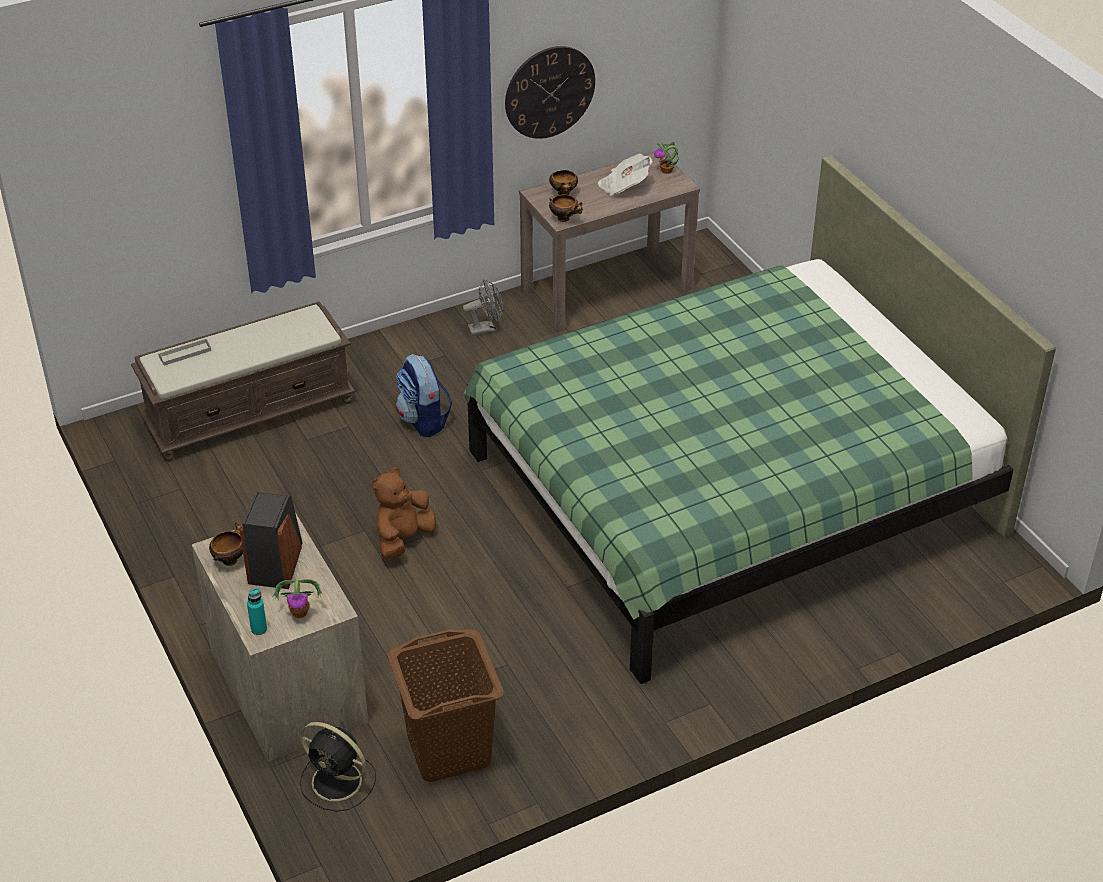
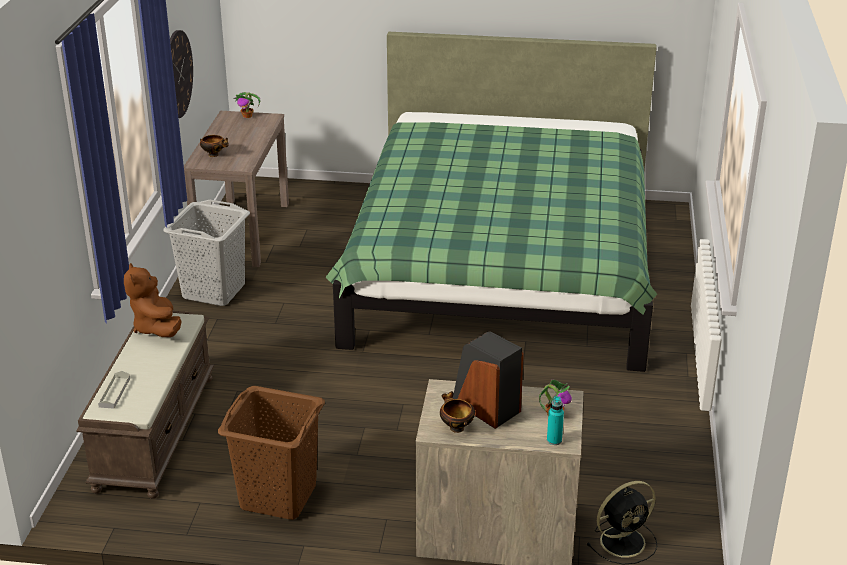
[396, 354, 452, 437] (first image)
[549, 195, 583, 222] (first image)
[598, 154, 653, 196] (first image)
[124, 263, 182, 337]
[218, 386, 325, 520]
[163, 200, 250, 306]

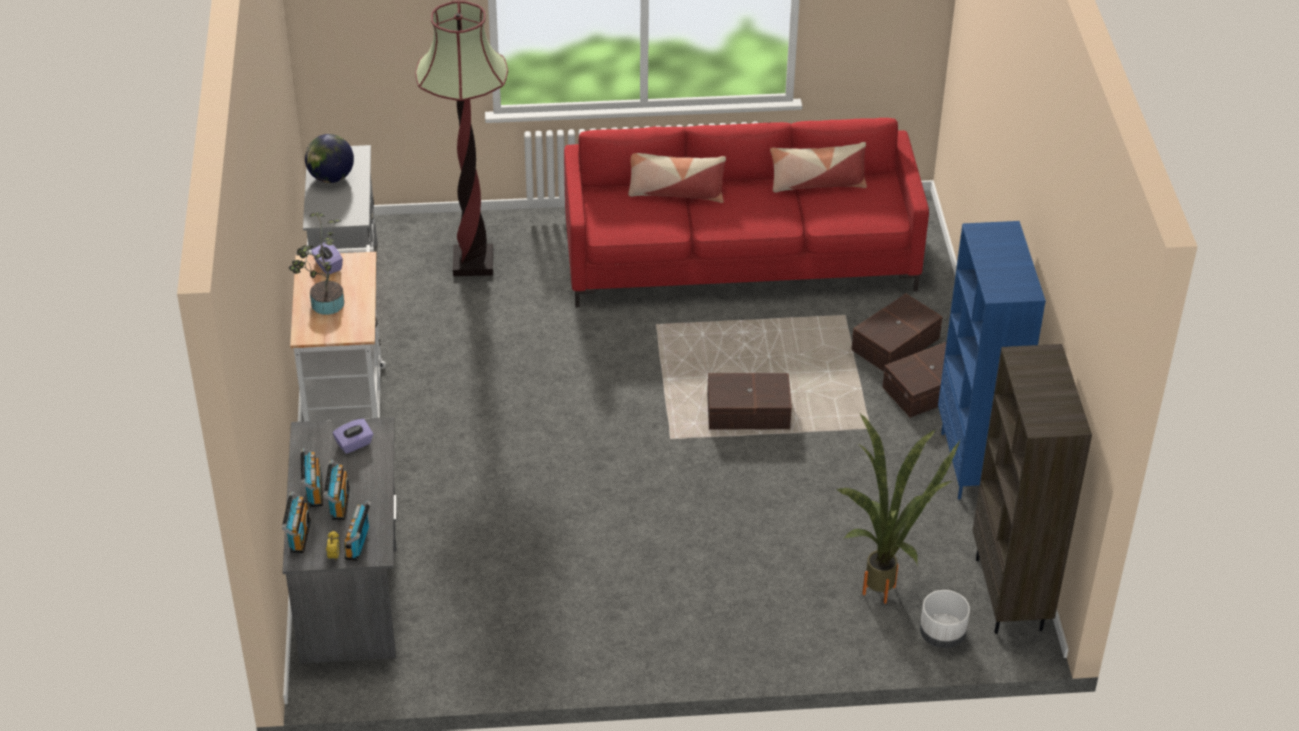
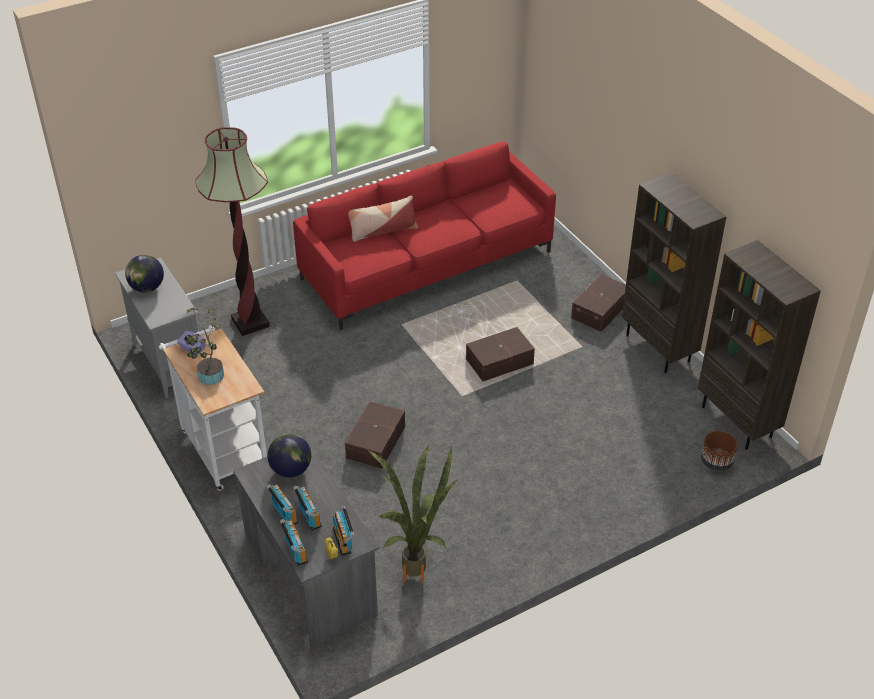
[770, 142, 867, 193] (first image)
[369, 444, 457, 583]
[345, 401, 405, 469]
[268, 434, 311, 478]
[701, 431, 738, 471]
[622, 173, 726, 373]

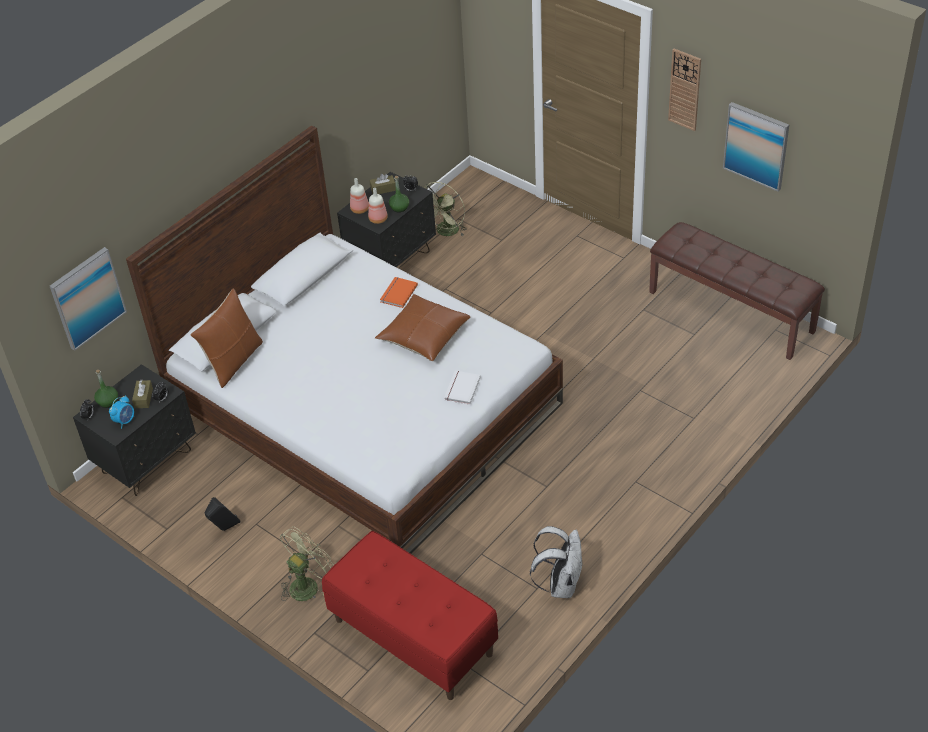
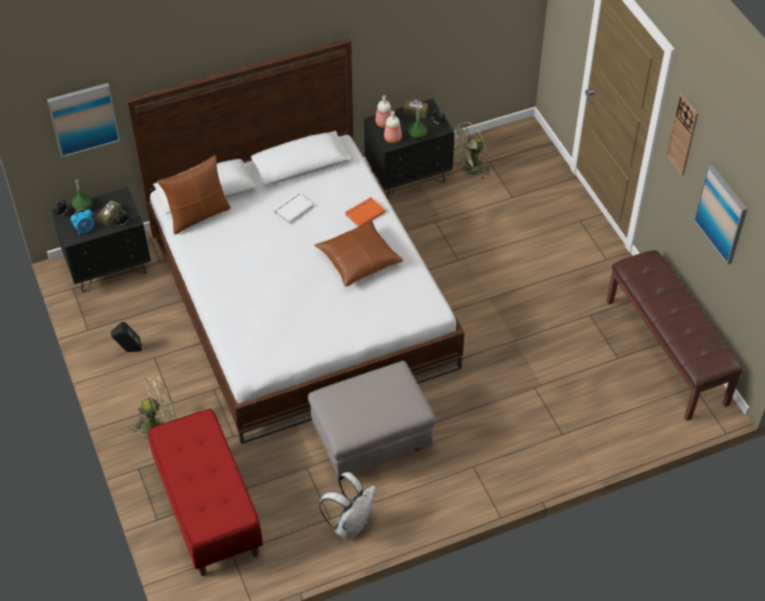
[308, 361, 436, 477]
[273, 192, 314, 224]

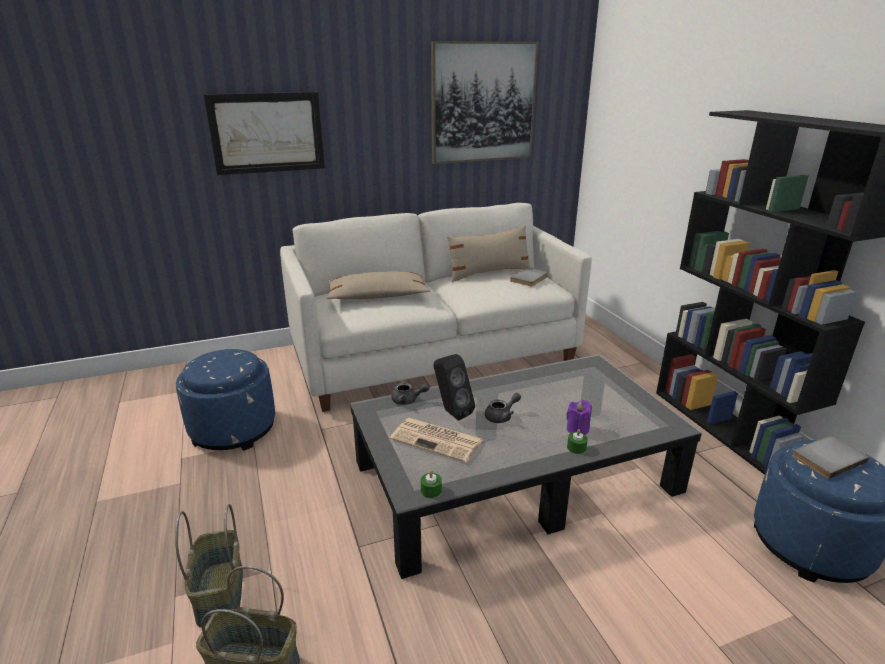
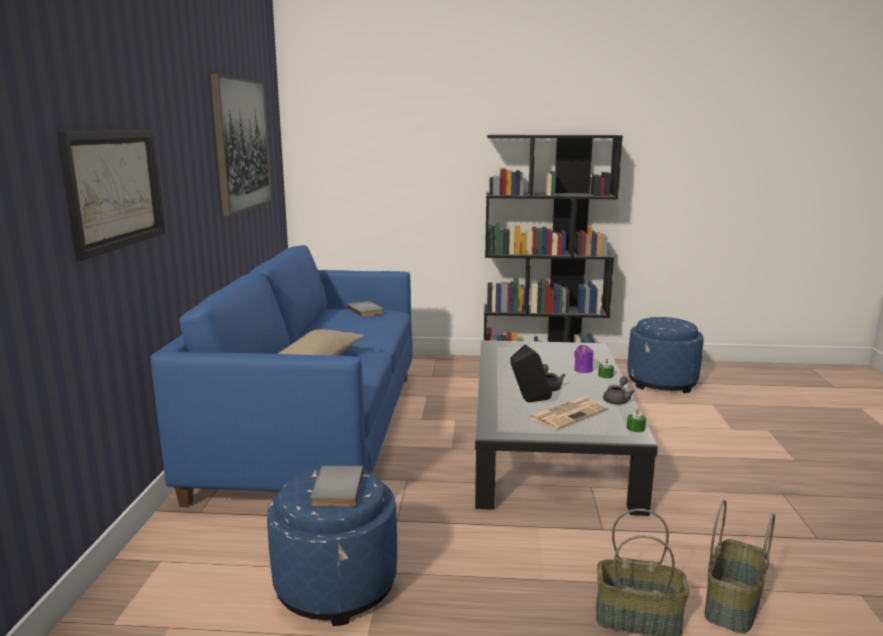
[447, 225, 531, 282] (first image)
[603, 376, 635, 404]
[310, 466, 364, 506]
[151, 245, 413, 507]

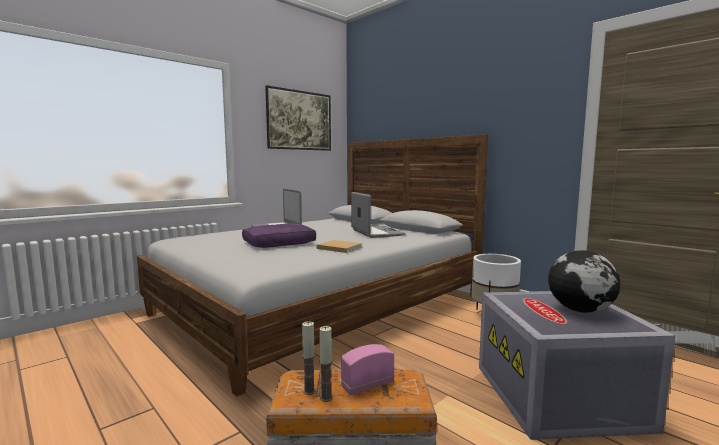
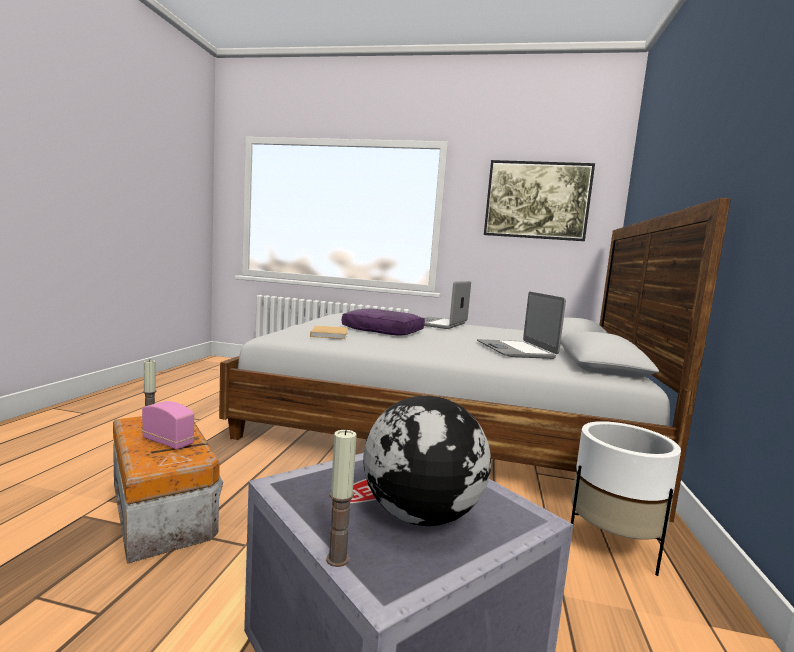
[310, 325, 348, 339]
[326, 429, 357, 567]
[477, 292, 566, 359]

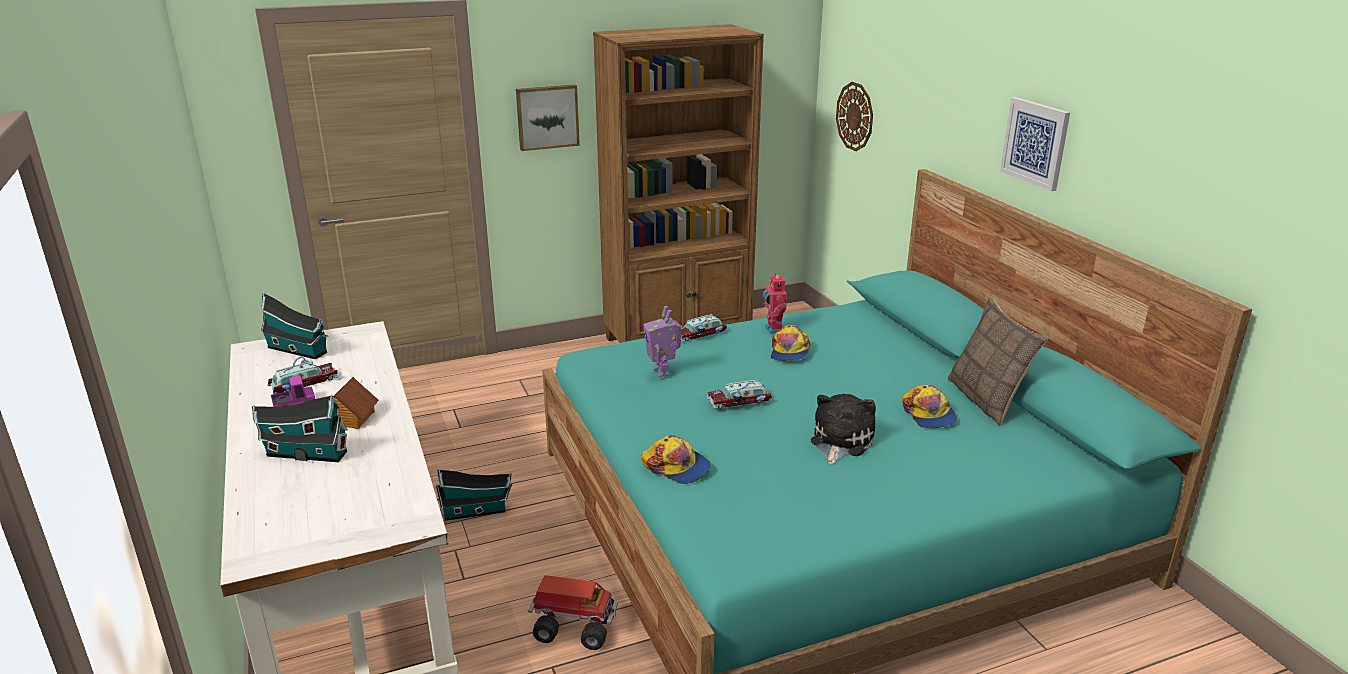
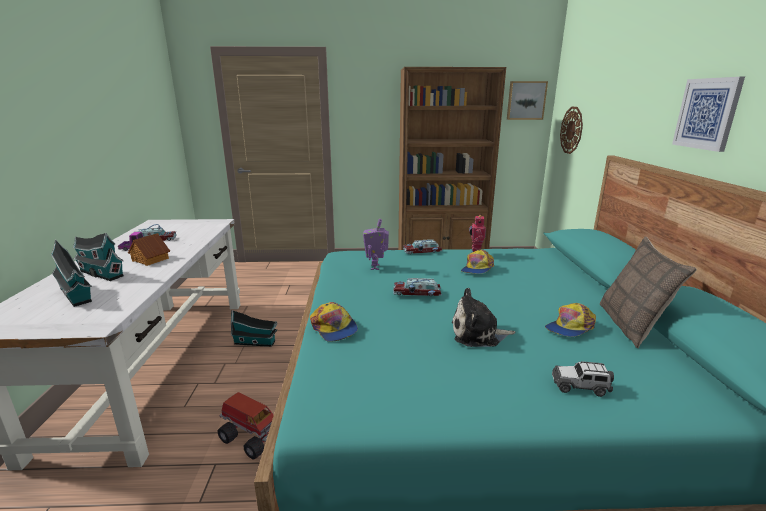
[552, 361, 614, 397]
[51, 239, 92, 307]
[507, 81, 548, 120]
[452, 288, 515, 347]
[545, 303, 596, 337]

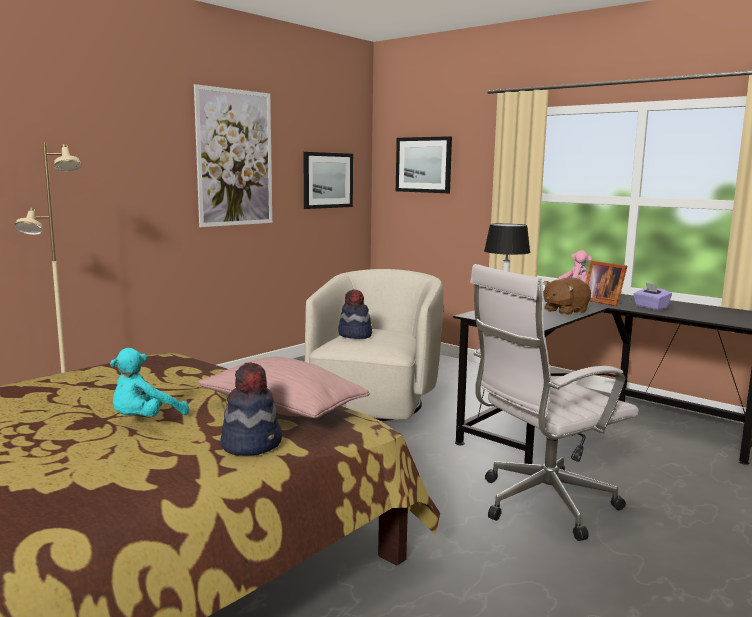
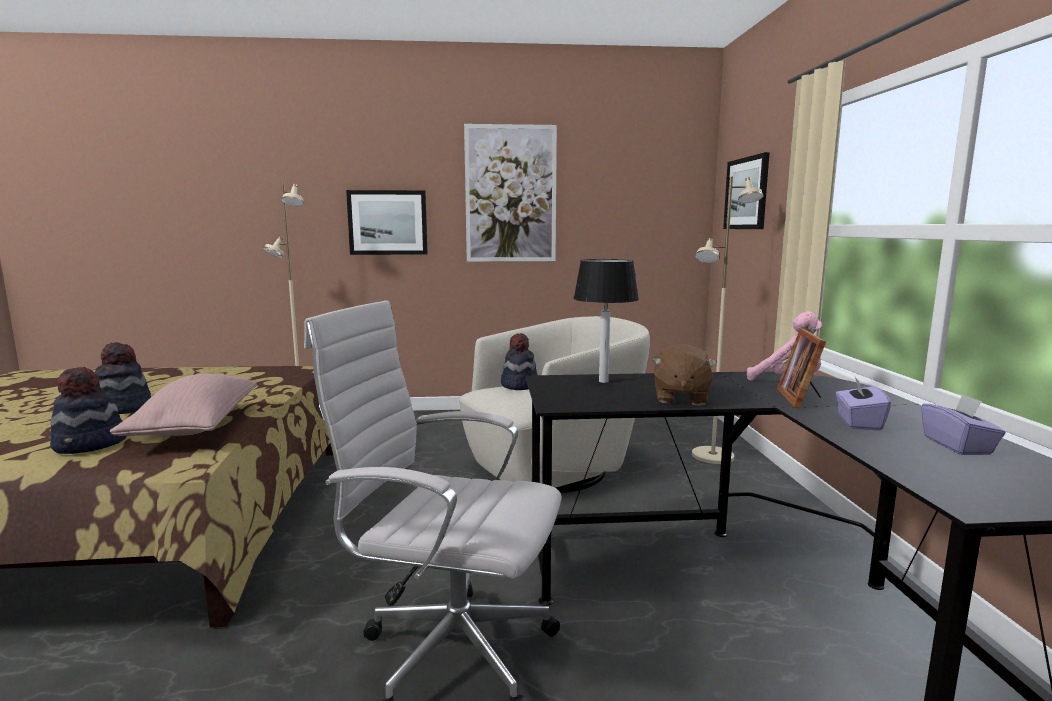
[692, 177, 764, 464]
[921, 394, 1006, 455]
[346, 190, 427, 255]
[95, 342, 151, 414]
[652, 344, 718, 406]

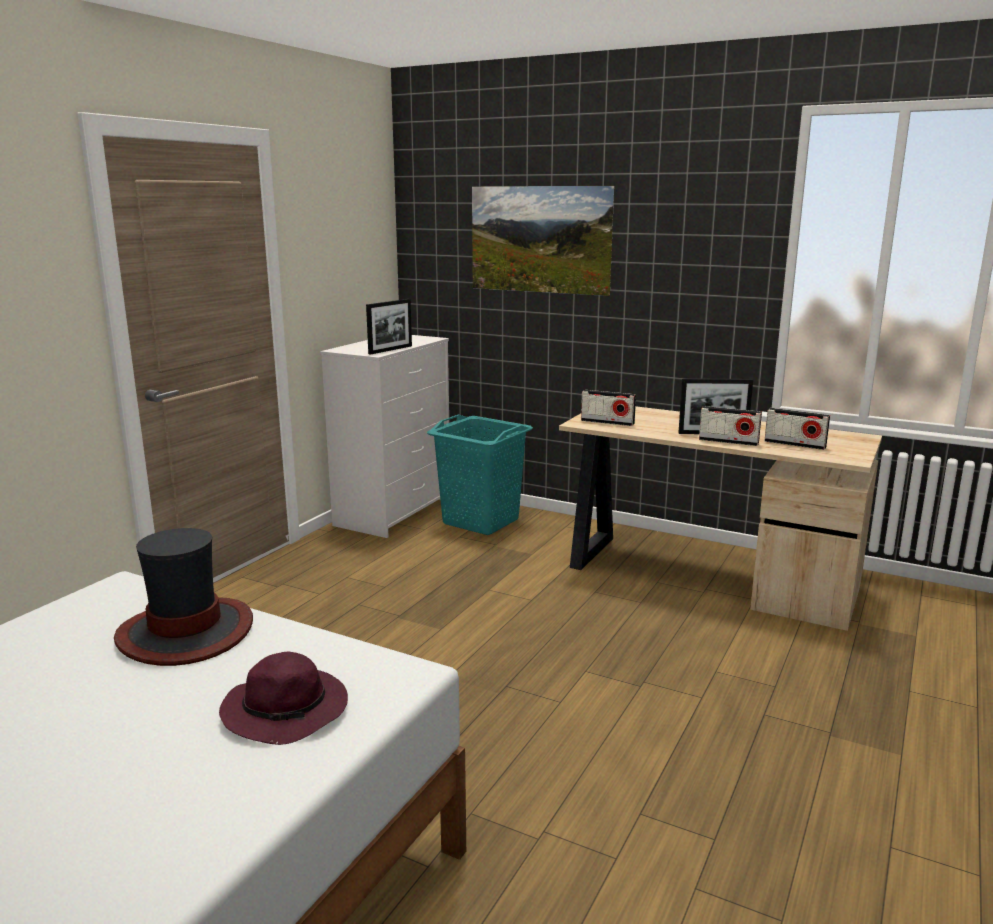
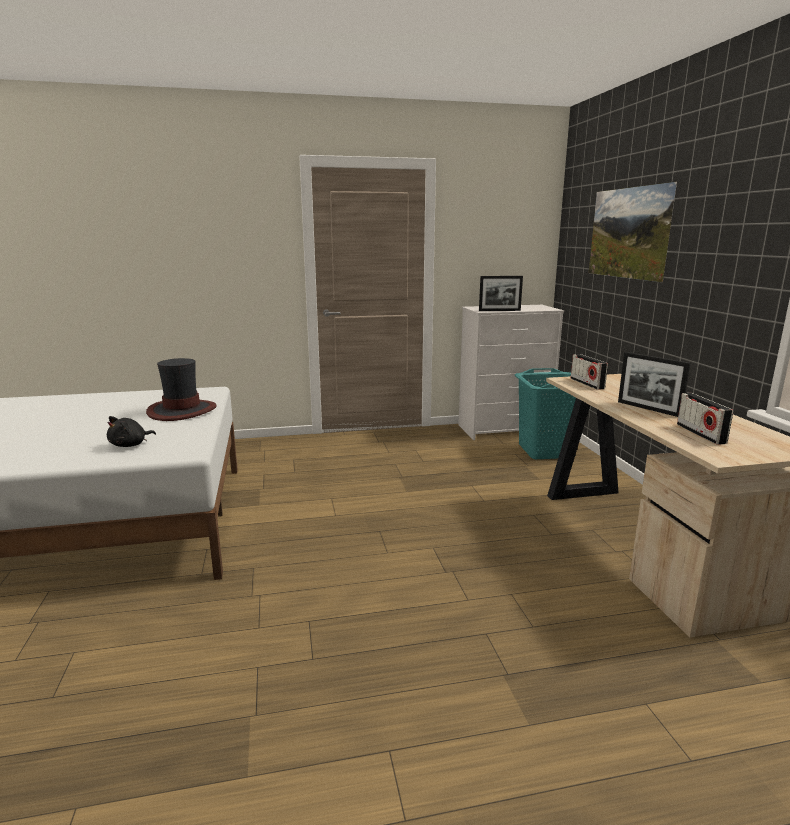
[699, 406, 762, 446] (first image)
[107, 416, 156, 447]

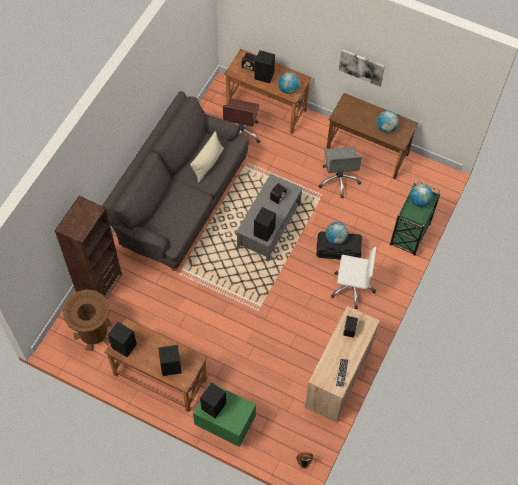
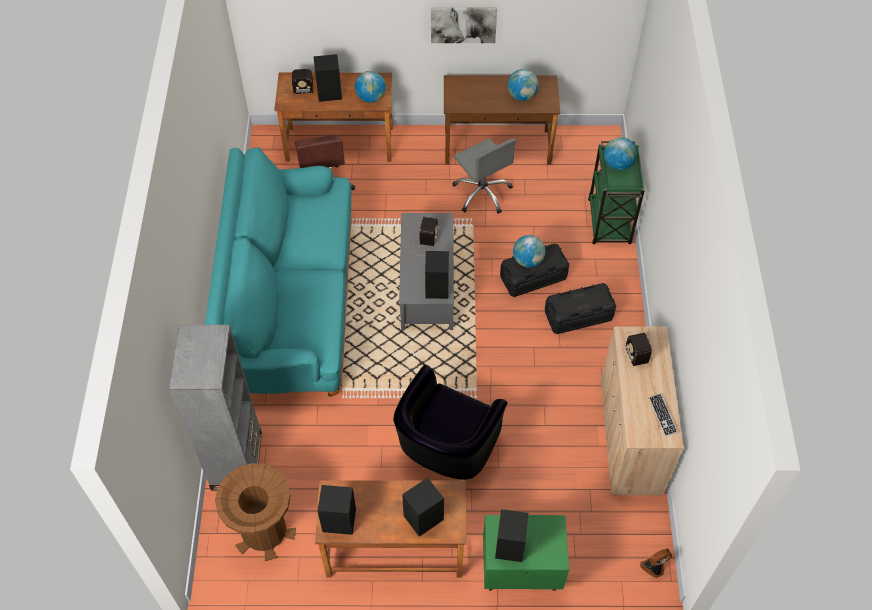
[190, 131, 224, 182] (first image)
[393, 365, 507, 480]
[545, 283, 616, 334]
[169, 325, 262, 491]
[205, 147, 351, 397]

